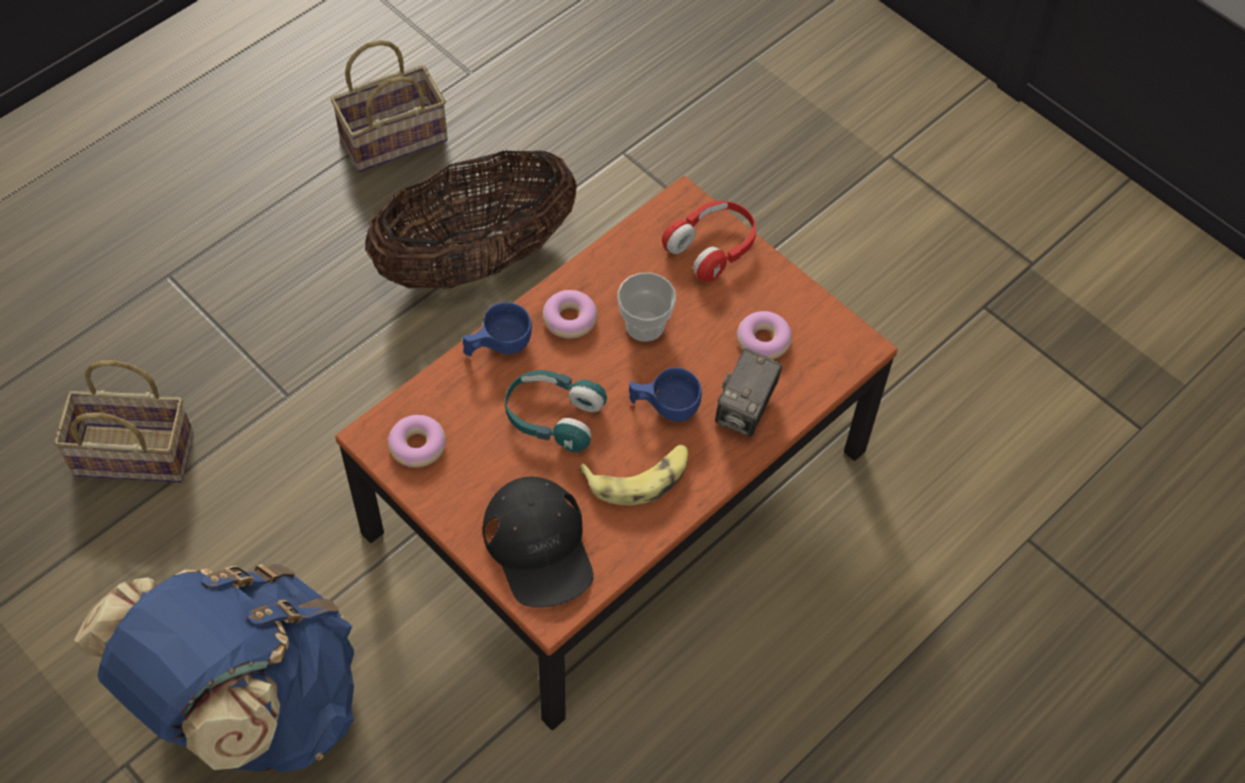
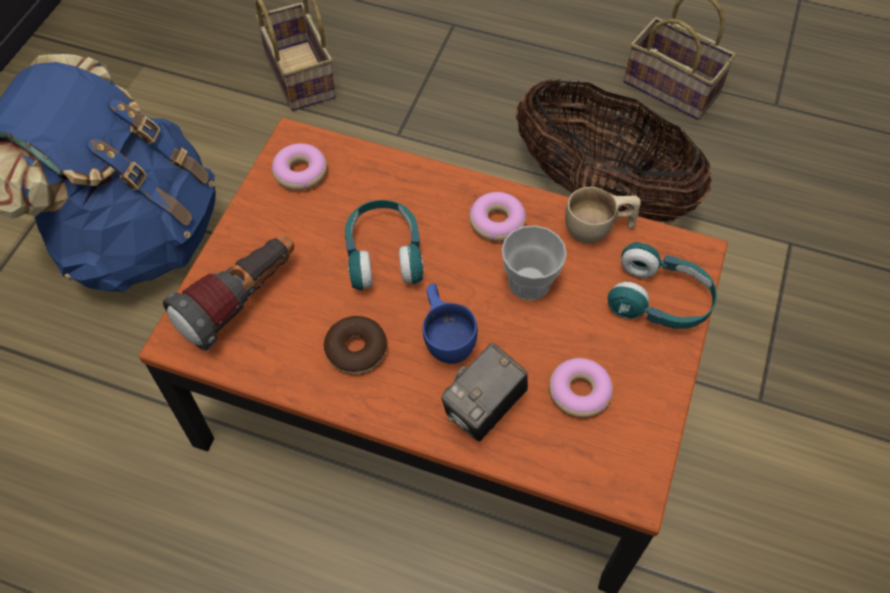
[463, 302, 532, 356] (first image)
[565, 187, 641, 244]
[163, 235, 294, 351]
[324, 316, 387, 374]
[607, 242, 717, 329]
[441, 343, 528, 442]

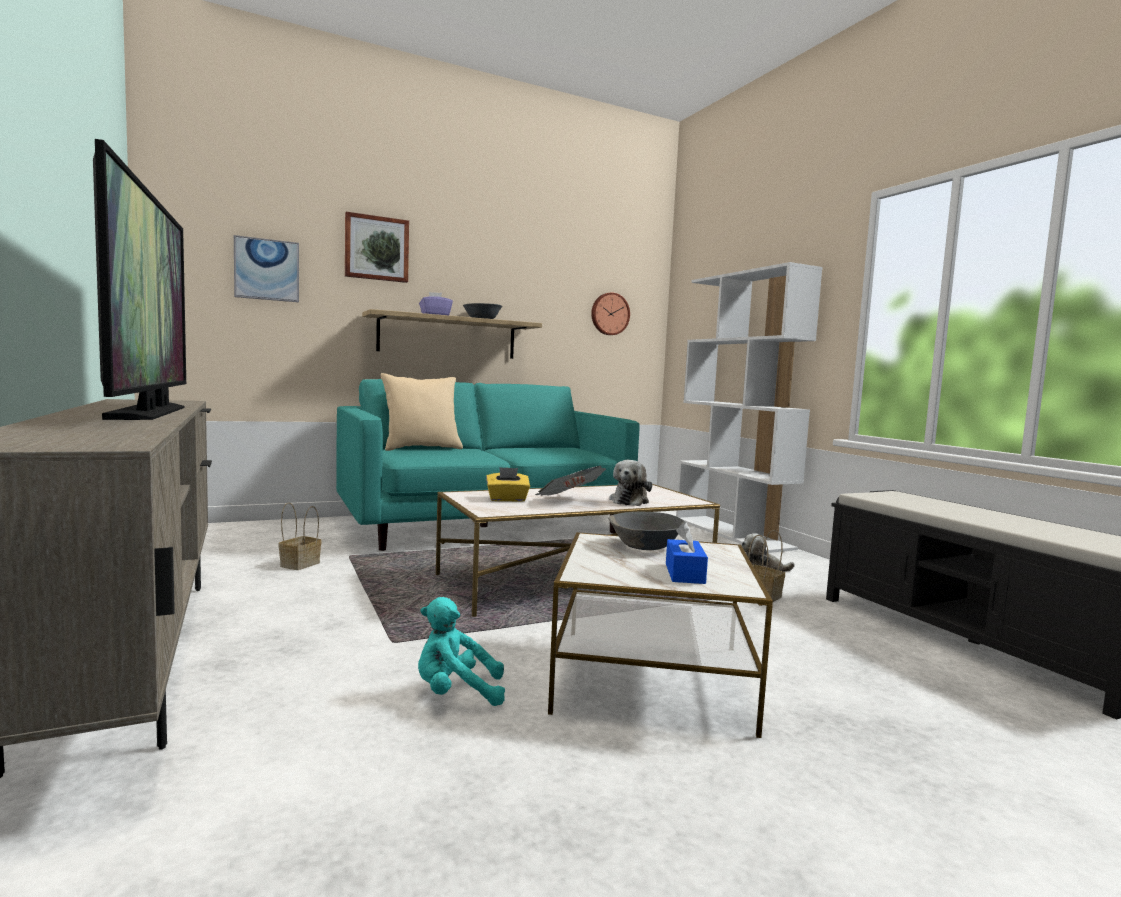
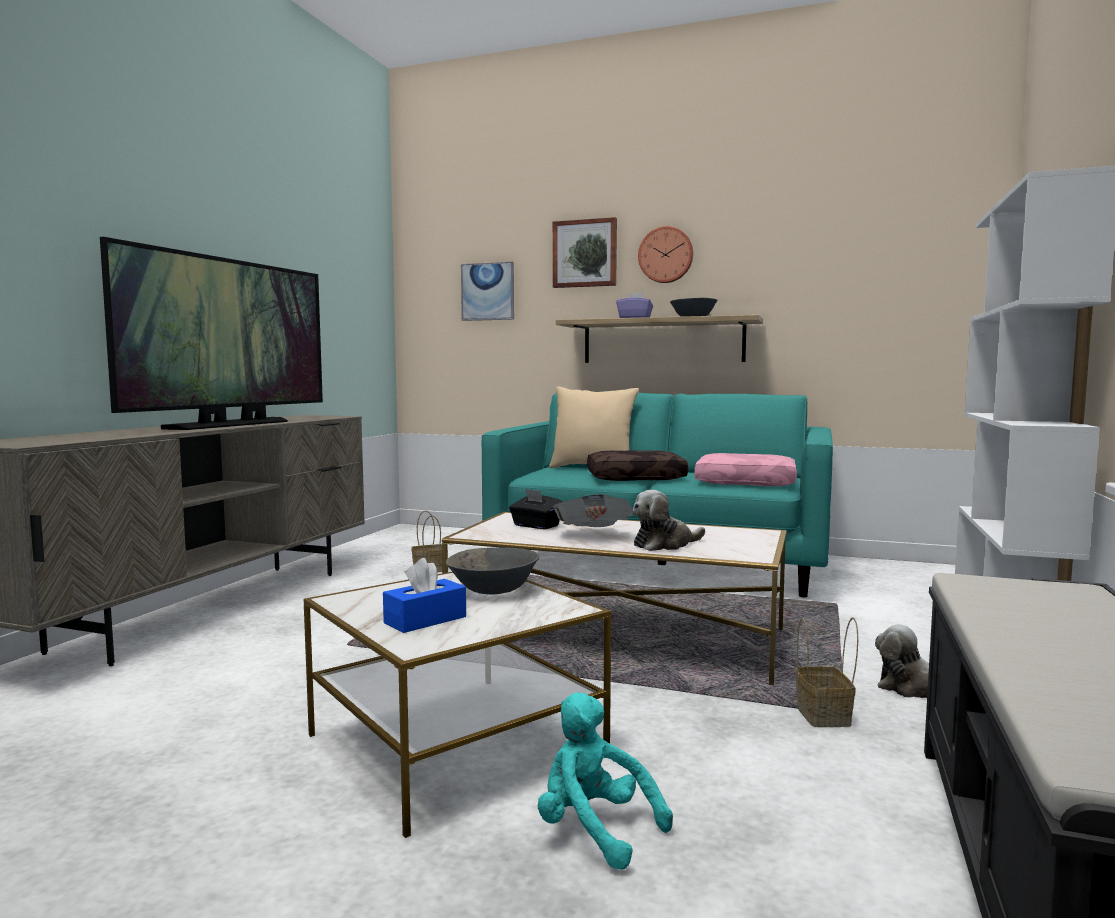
[587, 450, 688, 481]
[694, 453, 797, 486]
[538, 692, 673, 870]
[638, 226, 693, 283]
[509, 489, 563, 529]

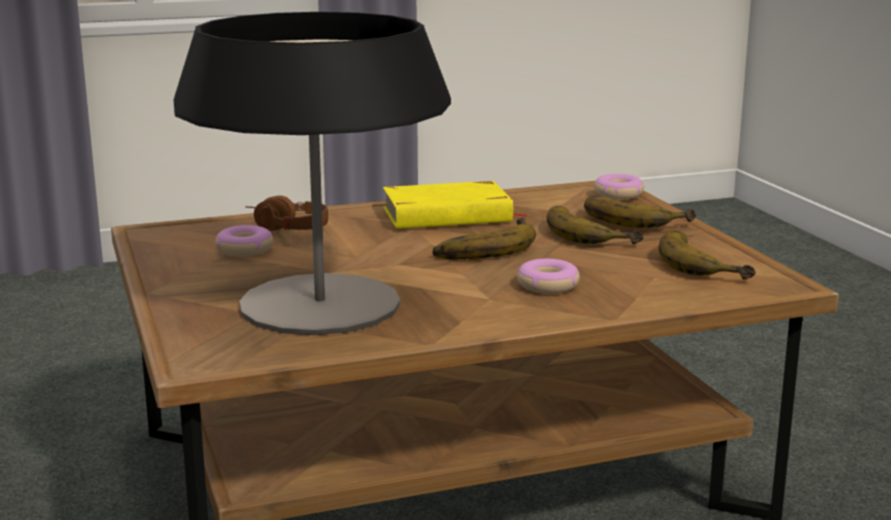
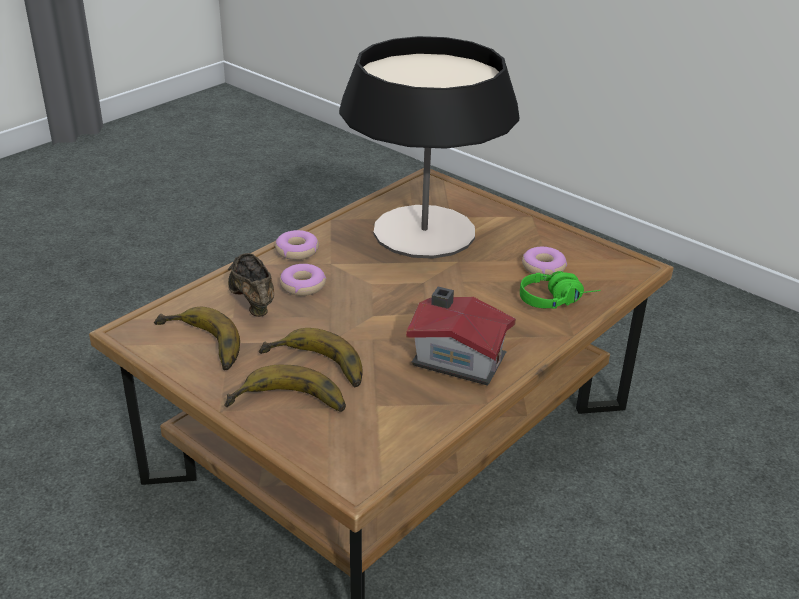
[432, 217, 536, 259] (first image)
[228, 253, 274, 317]
[275, 230, 319, 260]
[406, 287, 516, 386]
[520, 271, 601, 309]

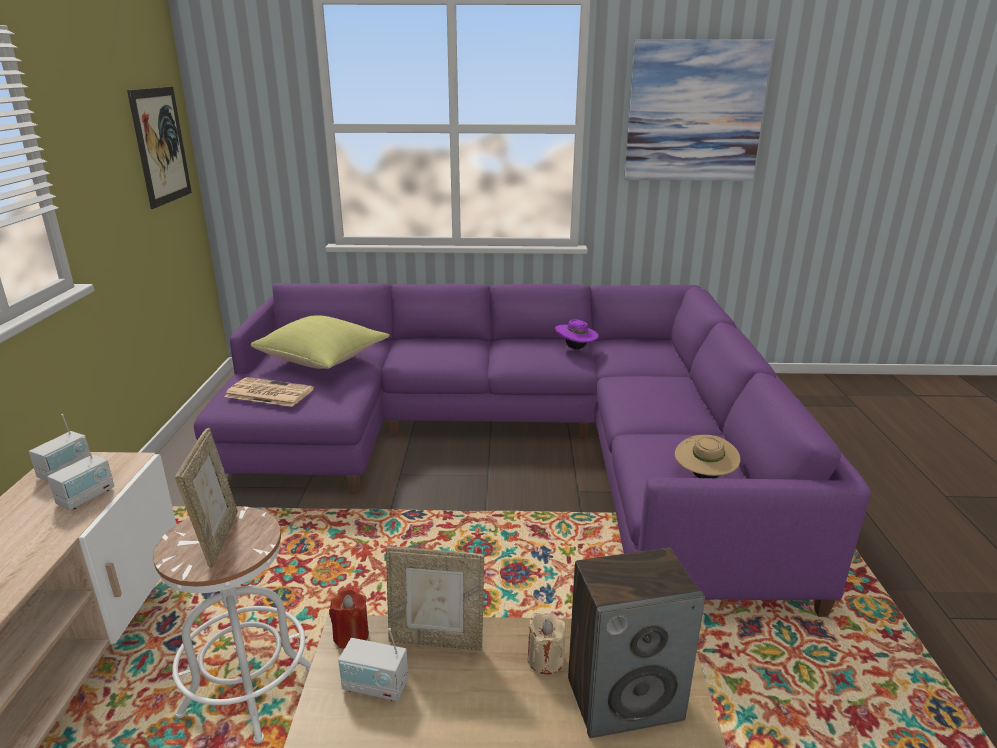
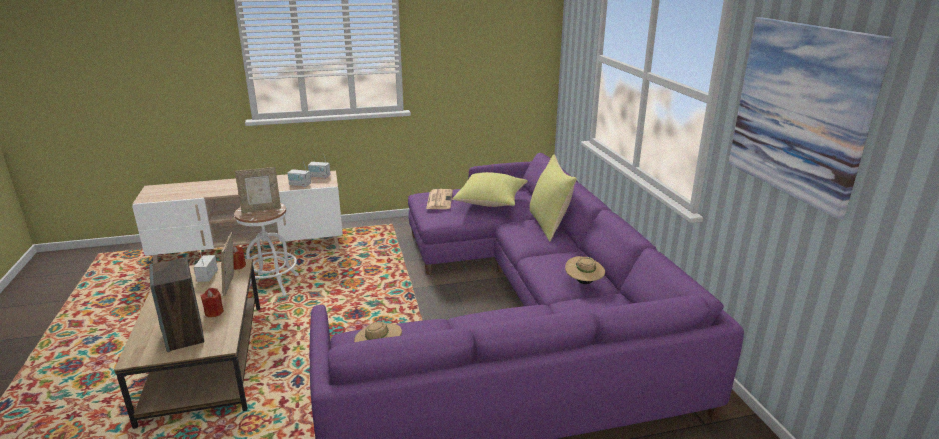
[127, 87, 192, 209] (first image)
[530, 155, 577, 241]
[201, 288, 224, 317]
[565, 256, 605, 284]

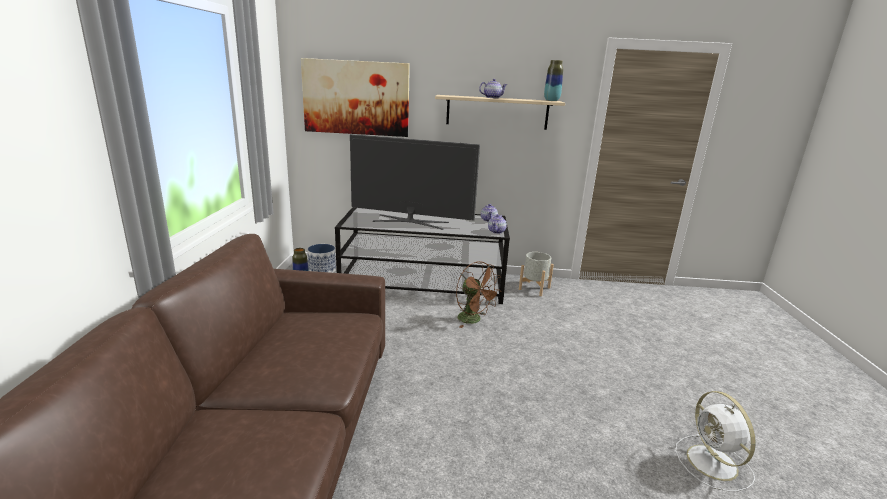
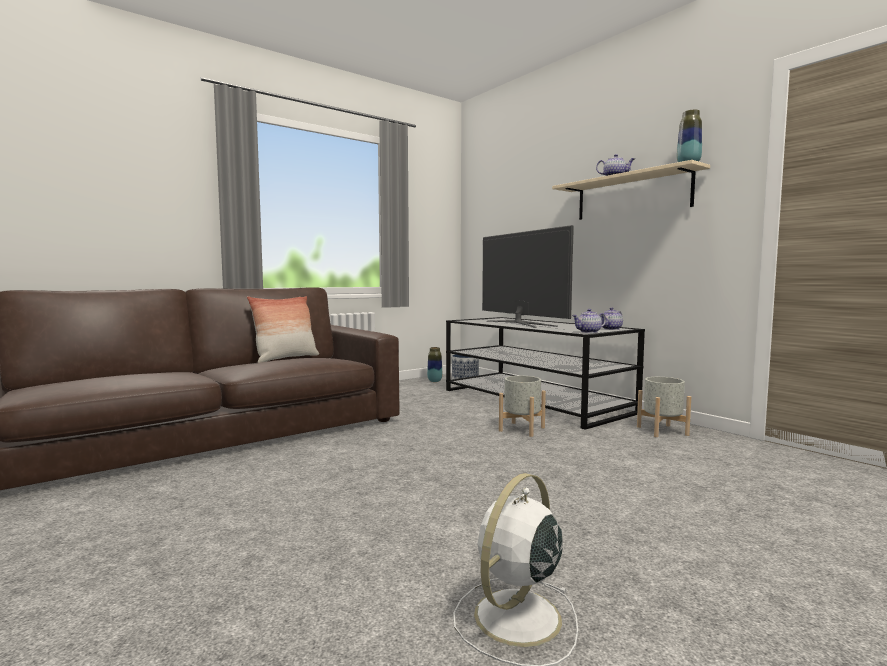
[301, 58, 410, 137] (first image)
[247, 296, 319, 363]
[499, 376, 546, 437]

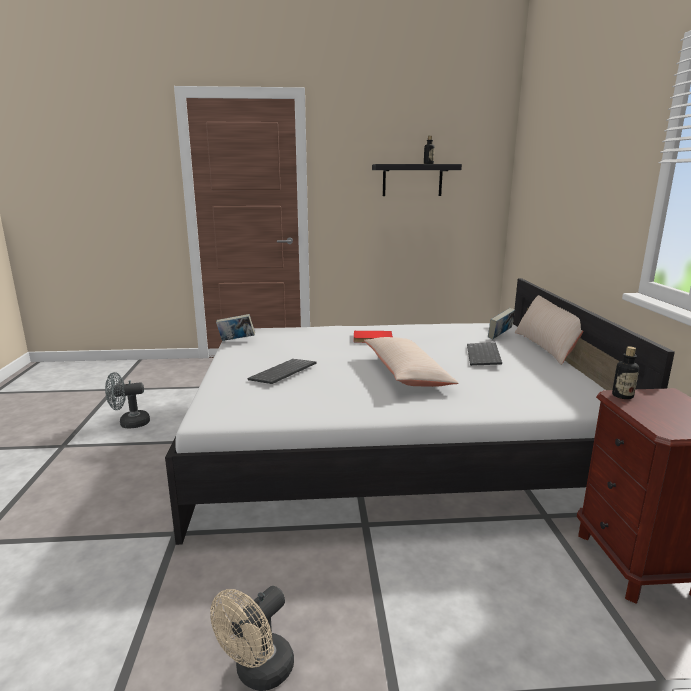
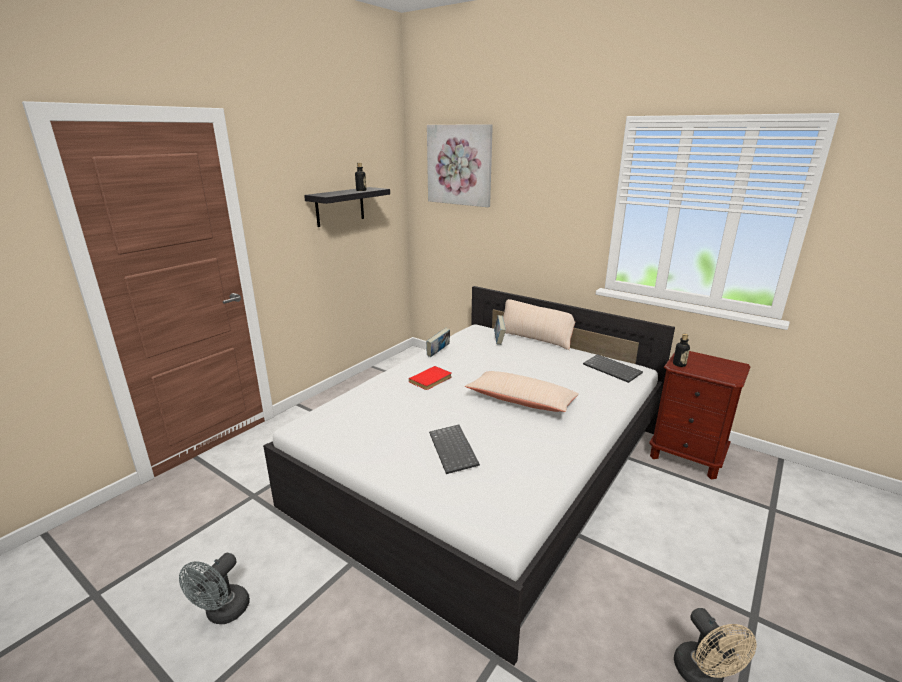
[427, 124, 493, 207]
[426, 328, 450, 357]
[583, 354, 643, 383]

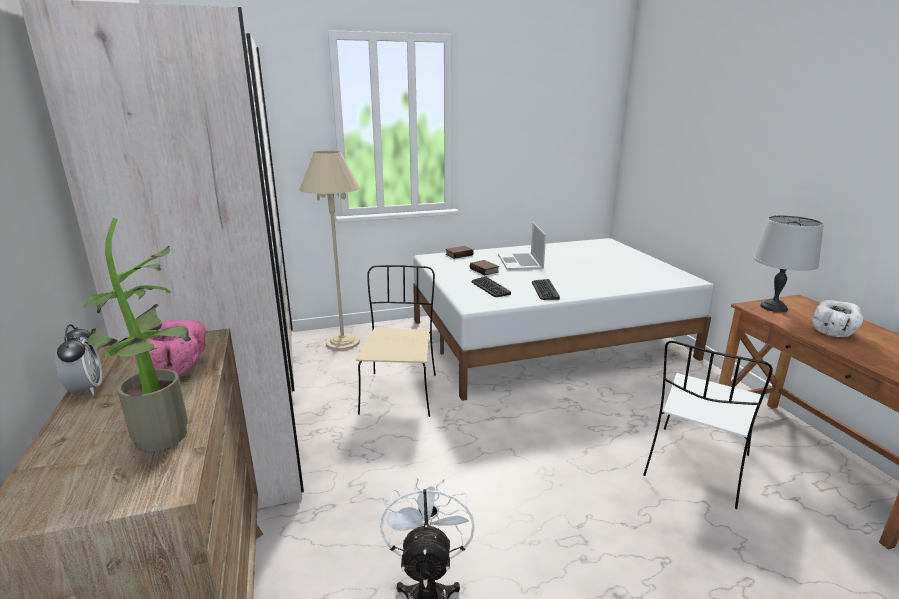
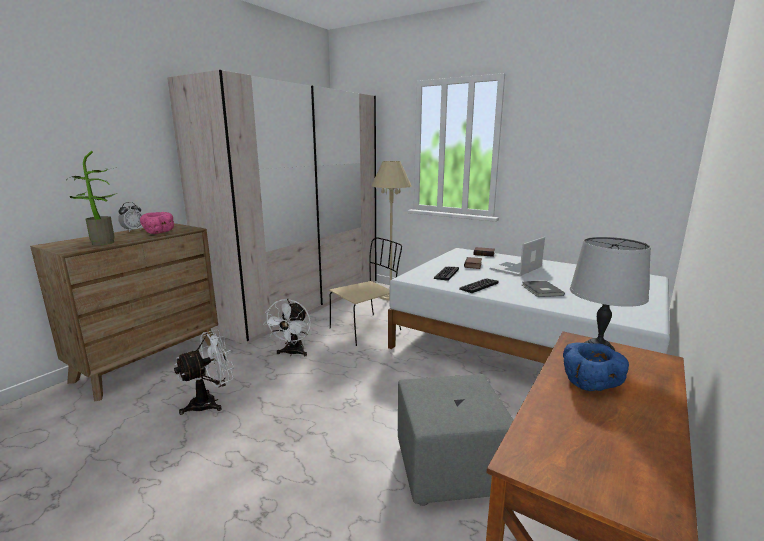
[263, 299, 311, 356]
[522, 281, 565, 297]
[398, 374, 513, 506]
[563, 343, 629, 391]

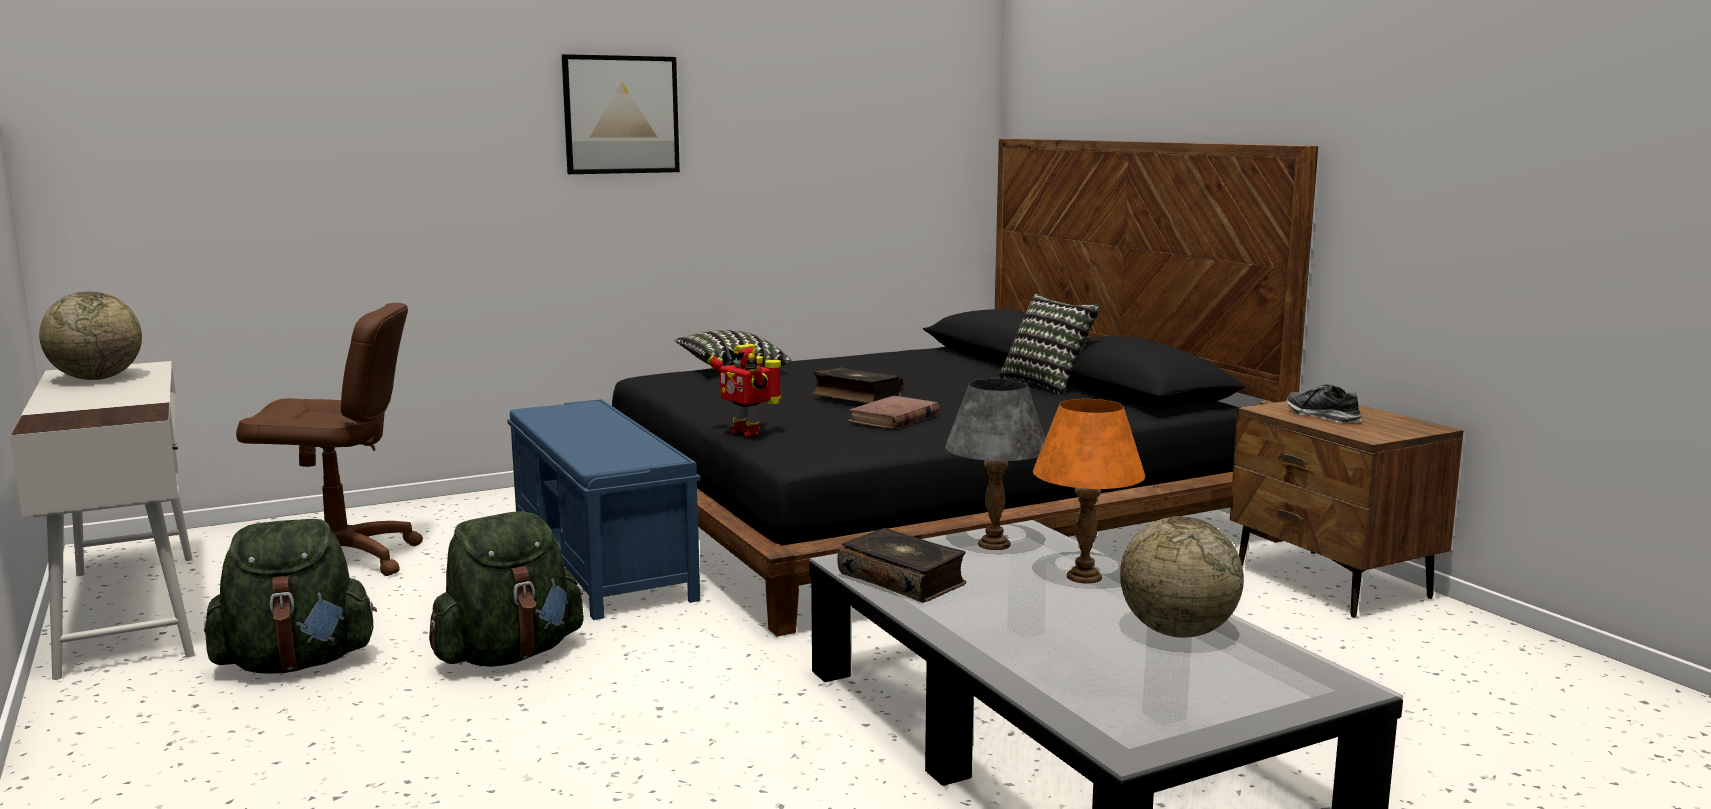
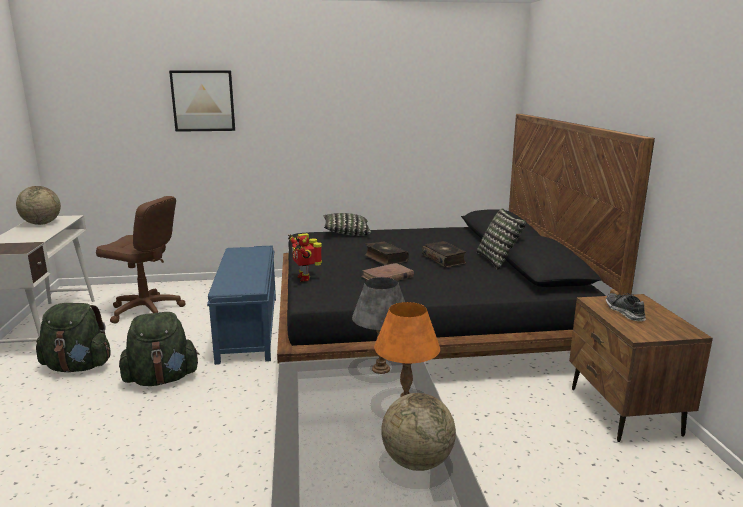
[169, 70, 235, 132]
[422, 241, 466, 268]

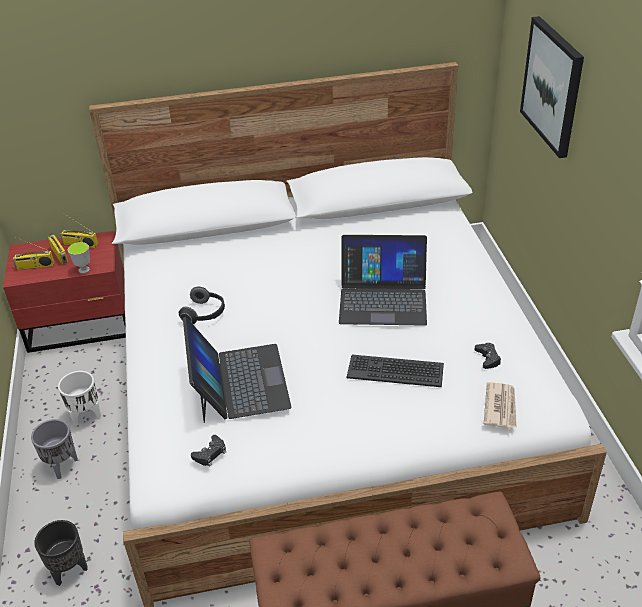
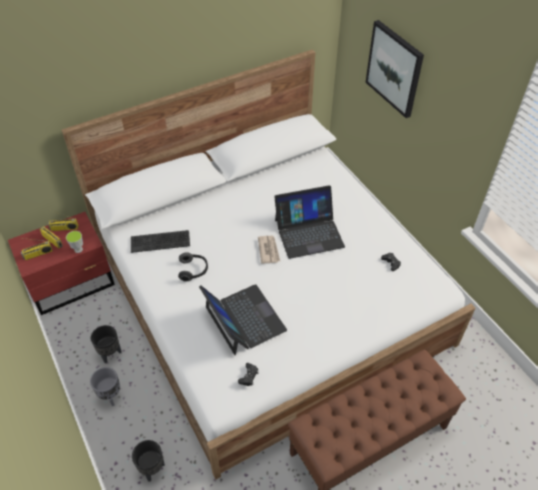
[131, 230, 190, 253]
[258, 236, 280, 264]
[91, 325, 122, 364]

